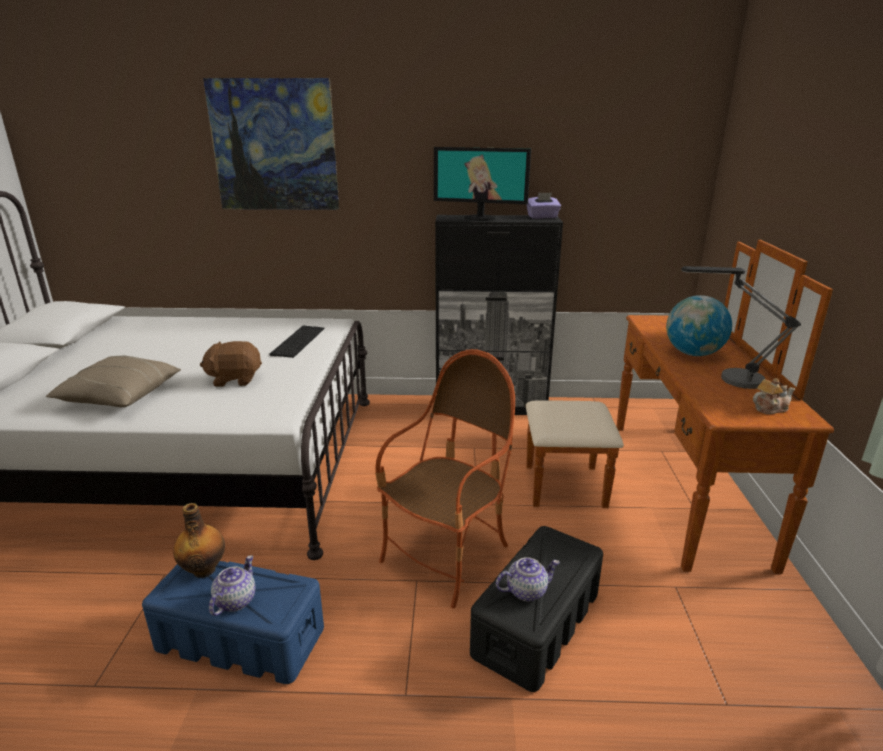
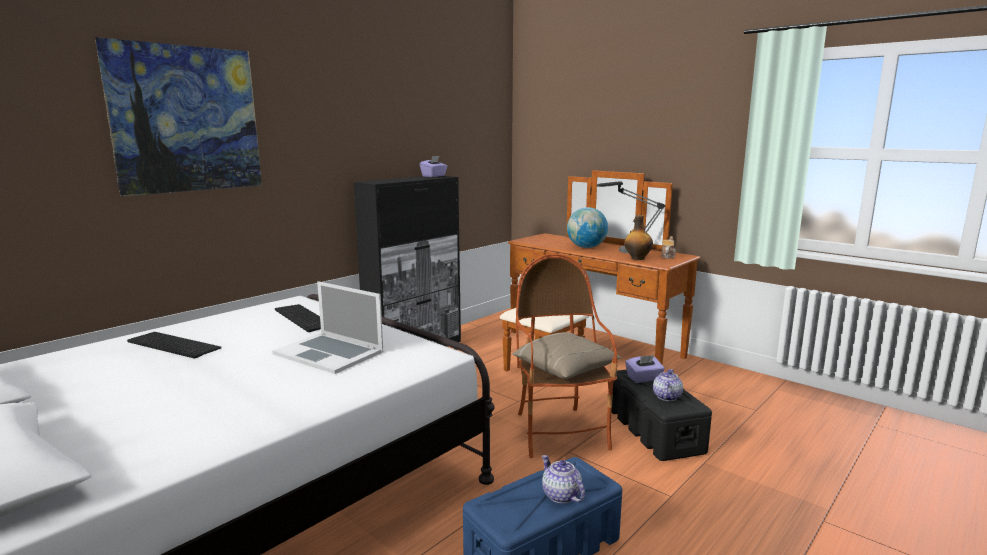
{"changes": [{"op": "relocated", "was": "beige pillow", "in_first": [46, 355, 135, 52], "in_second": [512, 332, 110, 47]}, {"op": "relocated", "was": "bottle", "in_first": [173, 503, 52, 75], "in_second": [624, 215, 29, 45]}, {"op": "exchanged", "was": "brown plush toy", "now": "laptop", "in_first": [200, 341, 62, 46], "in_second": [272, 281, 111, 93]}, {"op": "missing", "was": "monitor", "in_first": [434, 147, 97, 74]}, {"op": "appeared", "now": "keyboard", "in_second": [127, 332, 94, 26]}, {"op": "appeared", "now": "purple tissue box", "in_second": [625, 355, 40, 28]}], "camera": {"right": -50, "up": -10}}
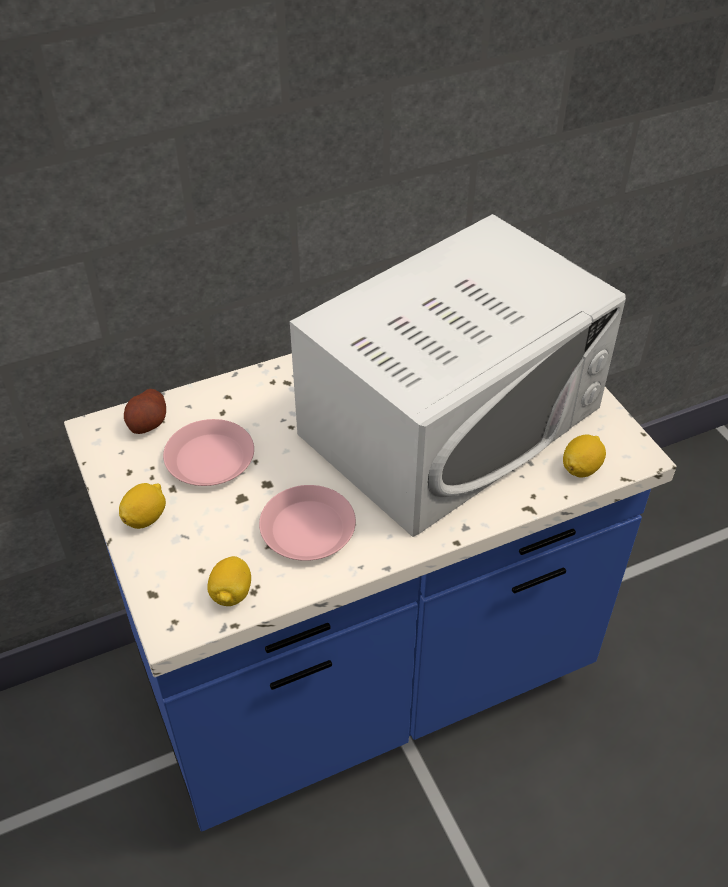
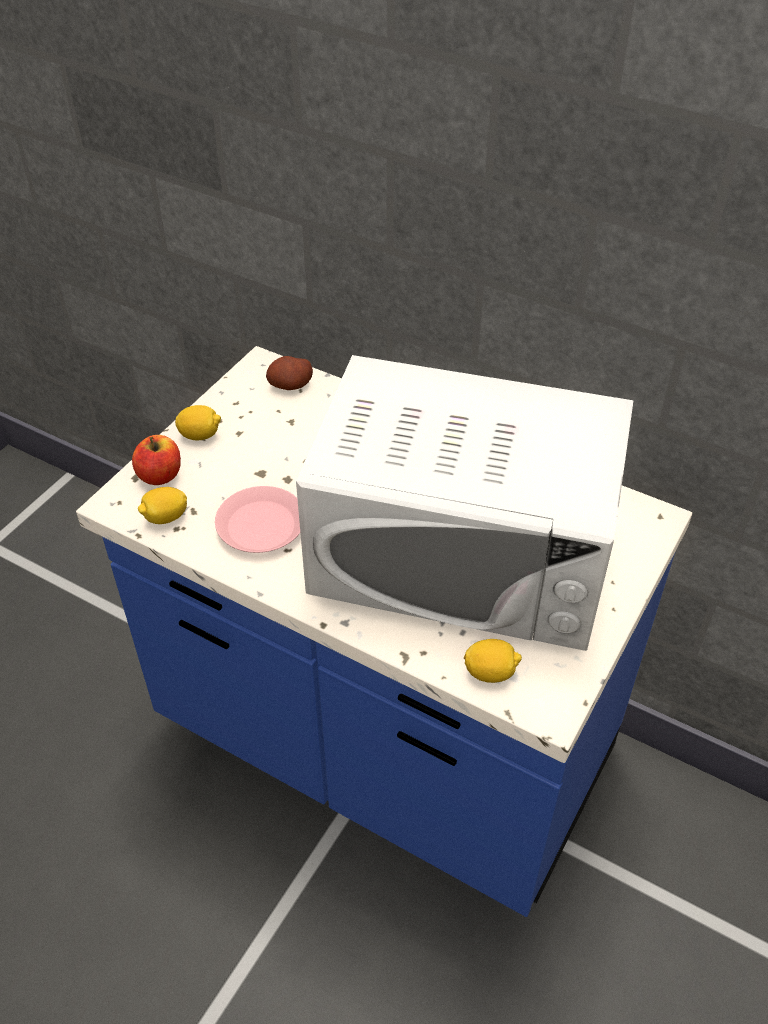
{"changes": [{"op": "missing", "was": "pink plate", "in_first": [163, 419, 91, 67]}, {"op": "appeared", "now": "apple", "in_second": [132, 435, 49, 50]}], "camera": {"right": 55, "up": 0}}
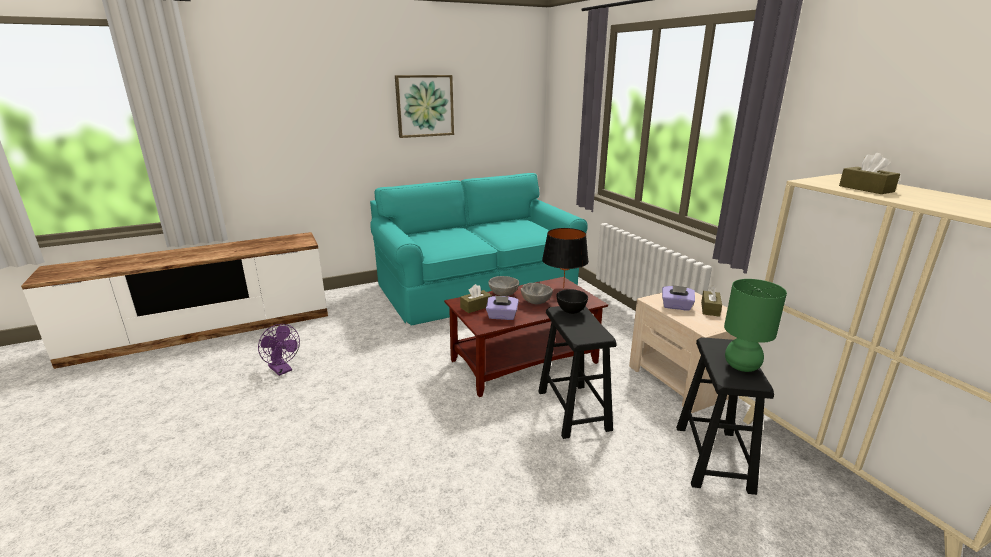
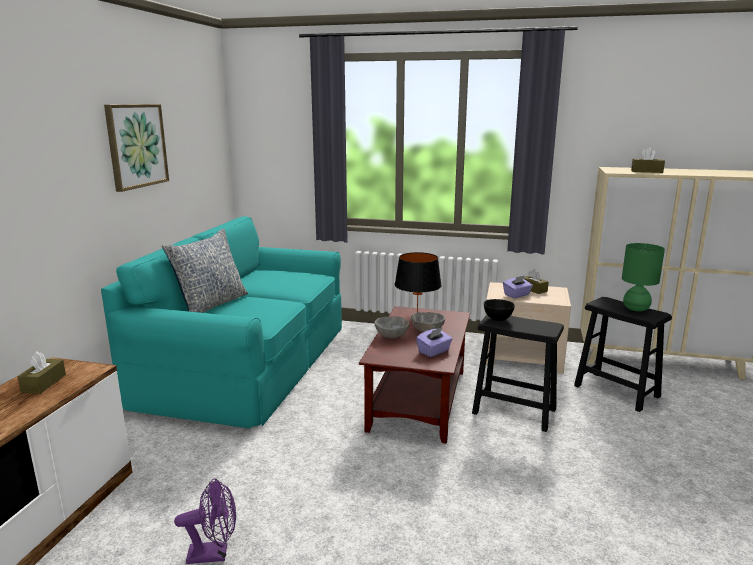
{"changes": [{"op": "relocated", "was": "brown tissue box", "in_first": [460, 284, 32, 29], "in_second": [17, 352, 49, 41]}, {"op": "appeared", "now": "pillow", "in_second": [162, 229, 86, 84]}], "camera": {"right": -50, "up": -5}}
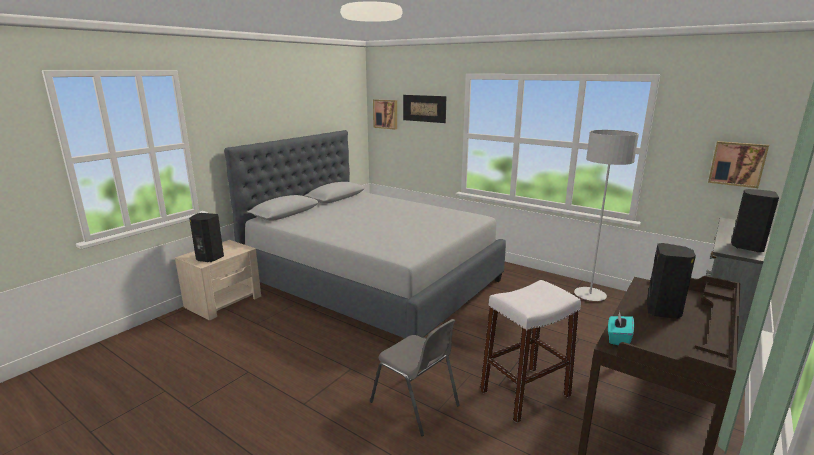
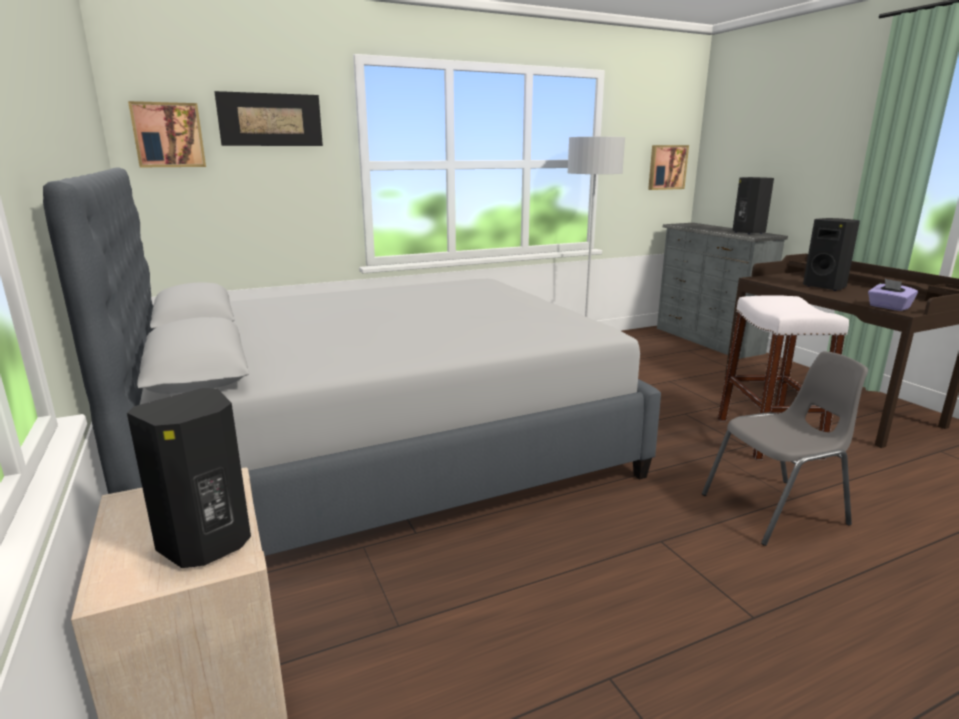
{"changes": [{"op": "colour", "was": "turquoise tissue box", "now": "purple tissue box", "in_first": [608, 311, 26, 34], "in_second": [868, 279, 50, 32]}], "camera": {"right": -60, "up": 0}}
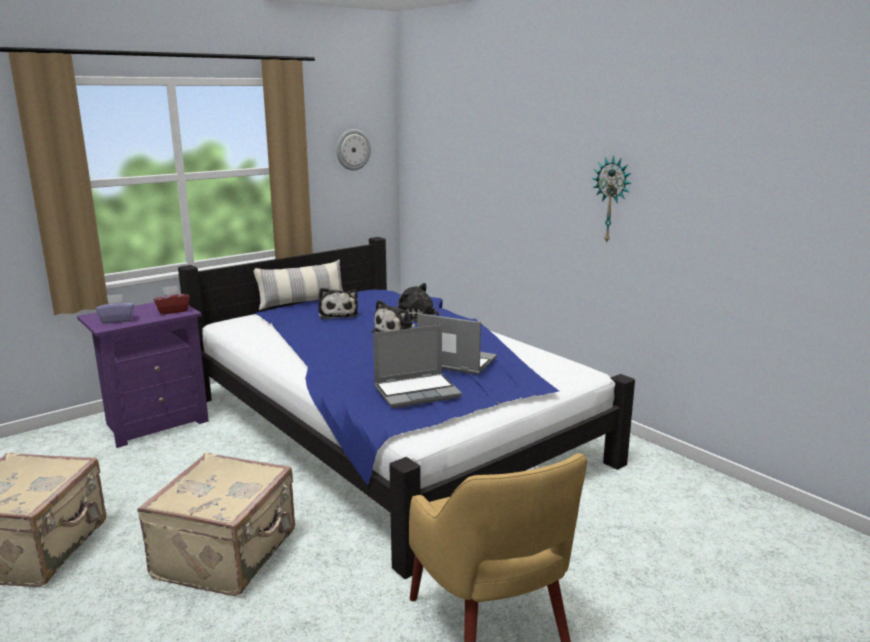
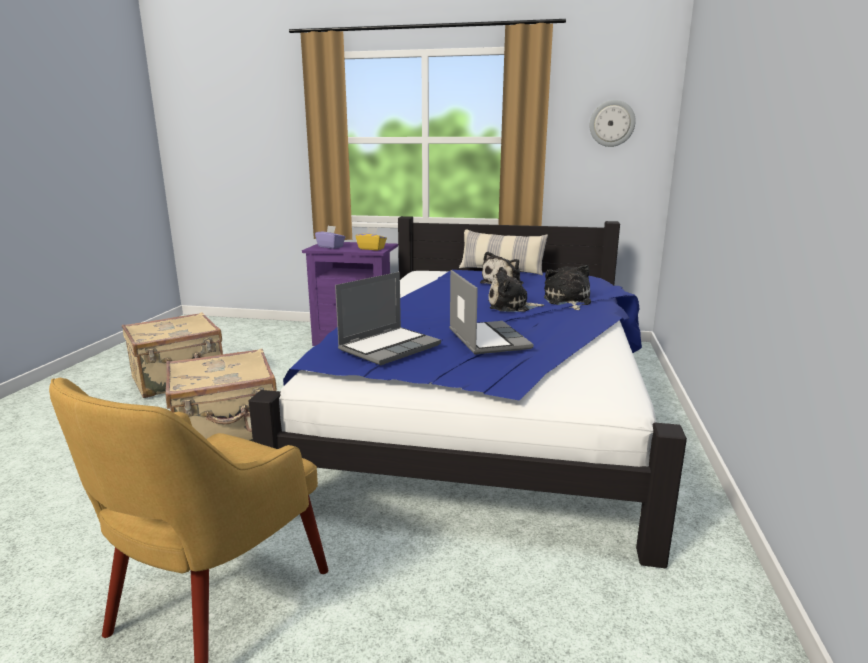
{"changes": [{"op": "colour", "was": "red tissue box", "now": "yellow tissue box", "in_first": [154, 286, 36, 29], "in_second": [356, 227, 31, 23]}, {"op": "spun", "was": "laptop", "in_first": [373, 325, 89, 83], "in_second": [335, 272, 106, 93], "clockwise": -75}, {"op": "missing", "was": "wall clock", "in_first": [592, 155, 39, 89]}], "camera": {"right": 50, "up": 0}}
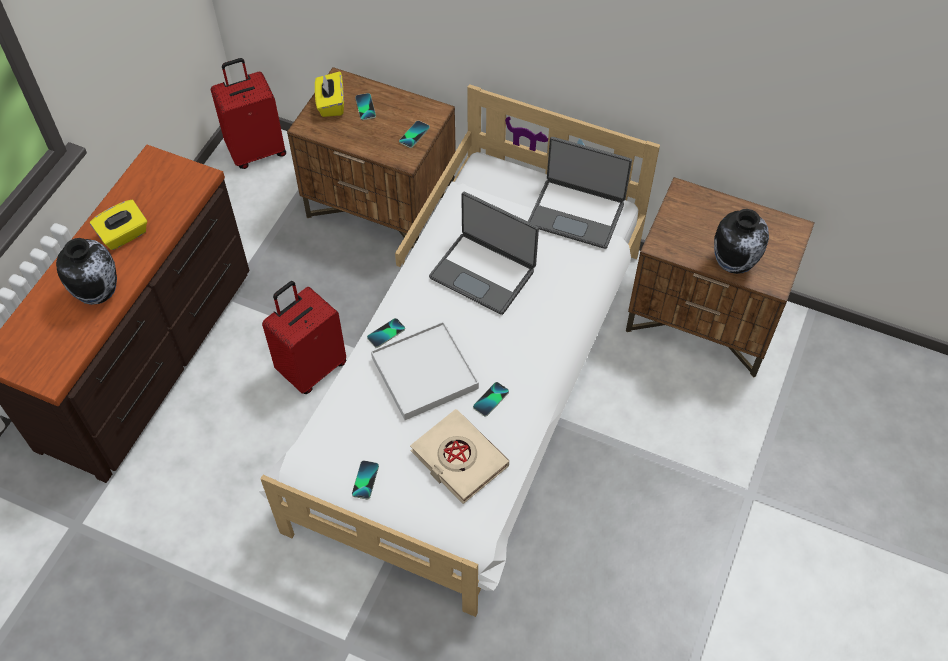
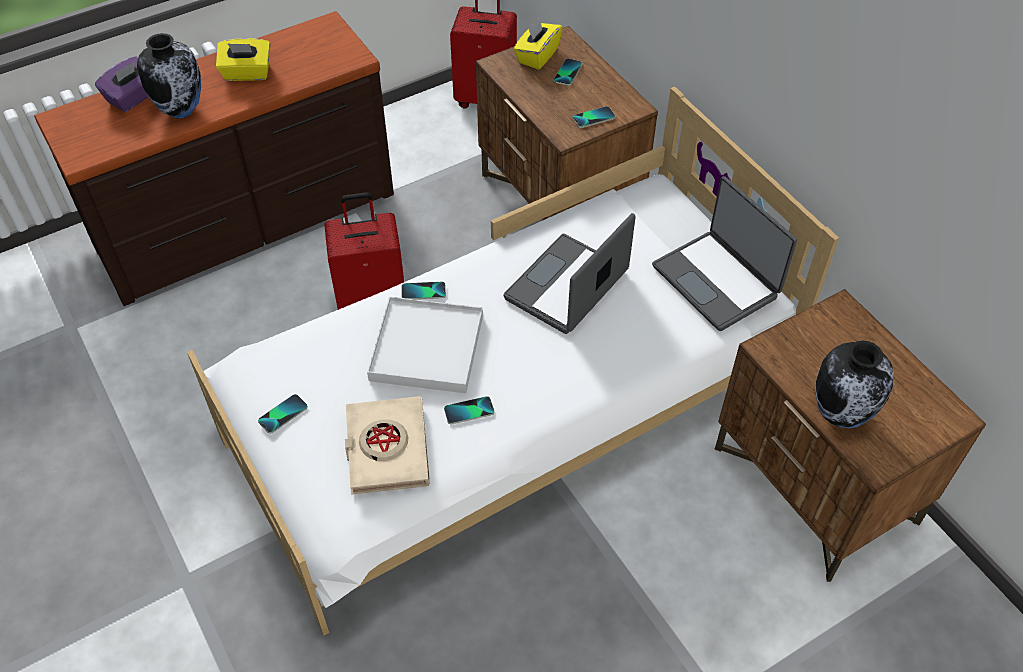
{"changes": [{"op": "spun", "was": "laptop", "in_first": [429, 192, 110, 123], "in_second": [503, 213, 133, 121], "clockwise": 60}, {"op": "appeared", "now": "purple tissue box", "in_second": [95, 57, 53, 55]}], "camera": {"right": 35, "up": -5}}
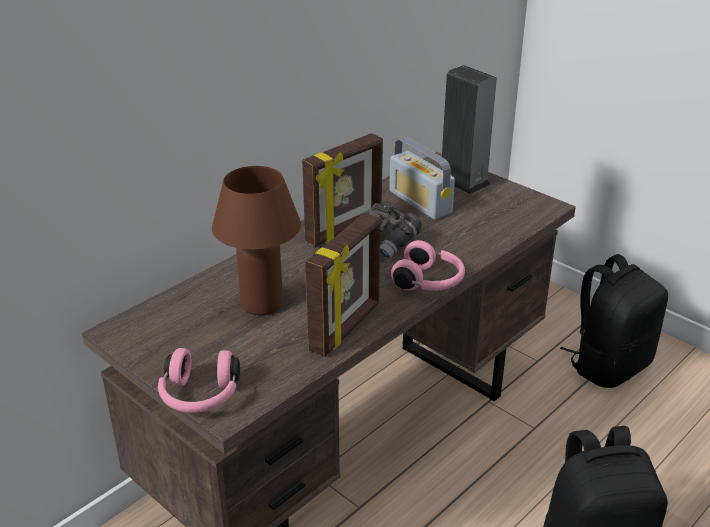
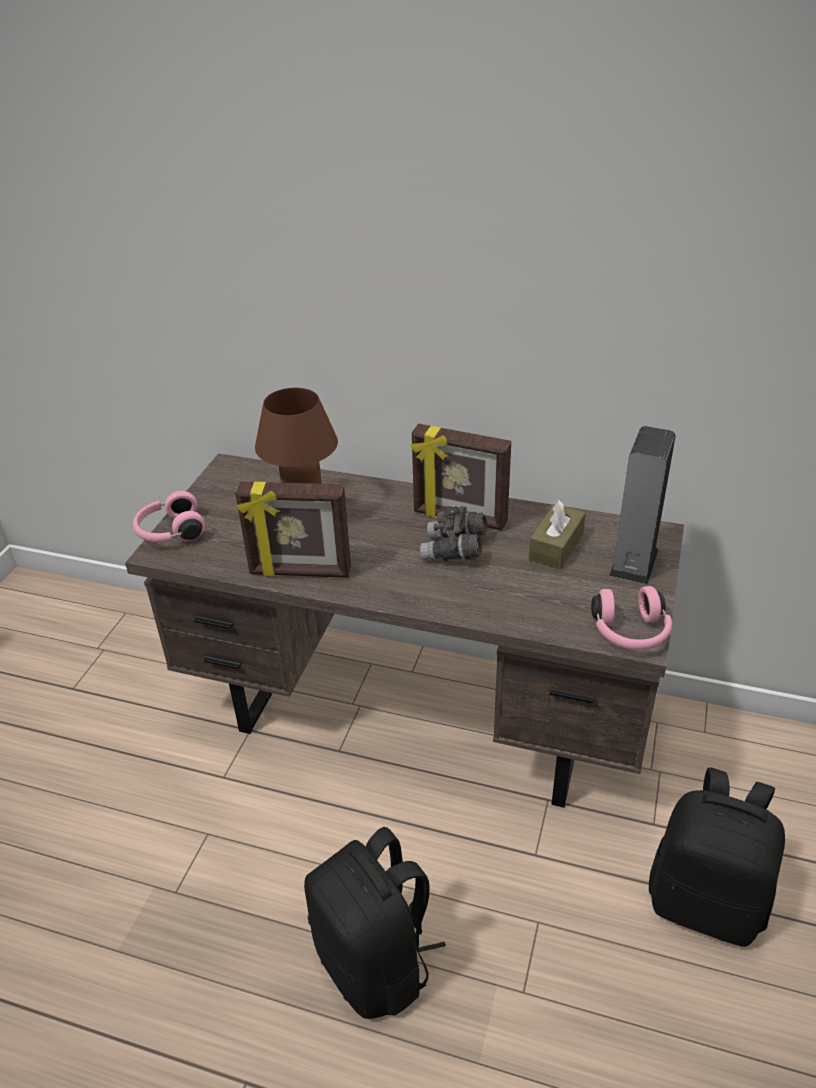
{"changes": [{"op": "exchanged", "was": "radio", "now": "brown tissue box", "in_first": [389, 137, 66, 83], "in_second": [529, 500, 57, 70]}, {"op": "relocated", "was": "pink headphones", "in_first": [391, 240, 74, 51], "in_second": [591, 586, 81, 64]}], "camera": {"right": 65, "up": 5}}
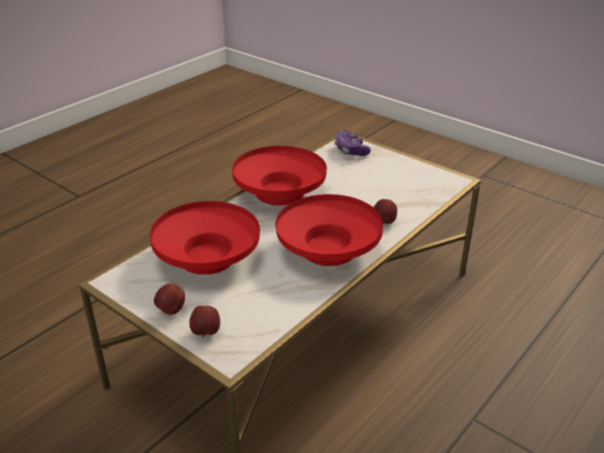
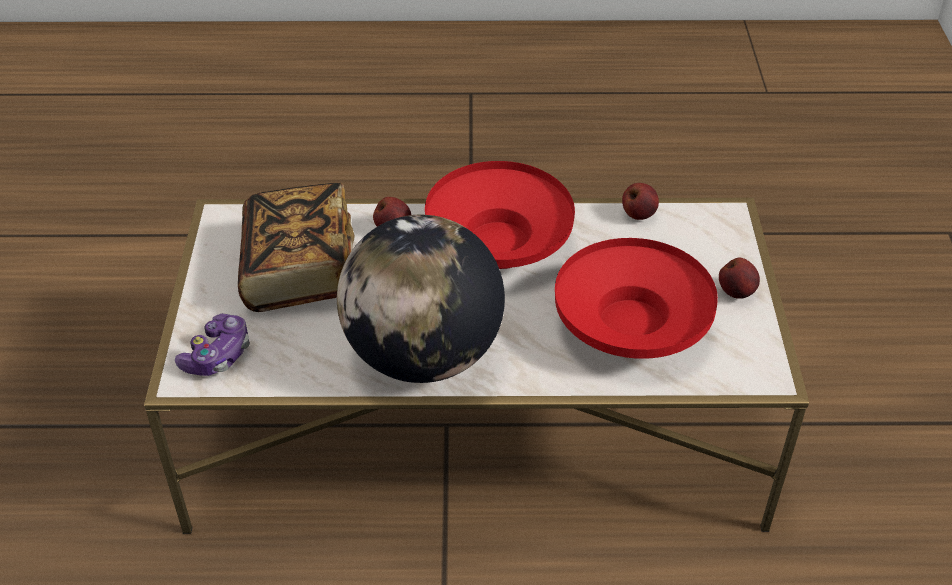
{"changes": [{"op": "relocated", "was": "apple", "in_first": [189, 306, 31, 31], "in_second": [622, 183, 37, 37]}, {"op": "exchanged", "was": "red bowl", "now": "globe", "in_first": [232, 146, 95, 60], "in_second": [337, 215, 168, 168]}, {"op": "appeared", "now": "book", "in_second": [238, 183, 117, 129]}], "camera": {"right": -130, "up": 10}}
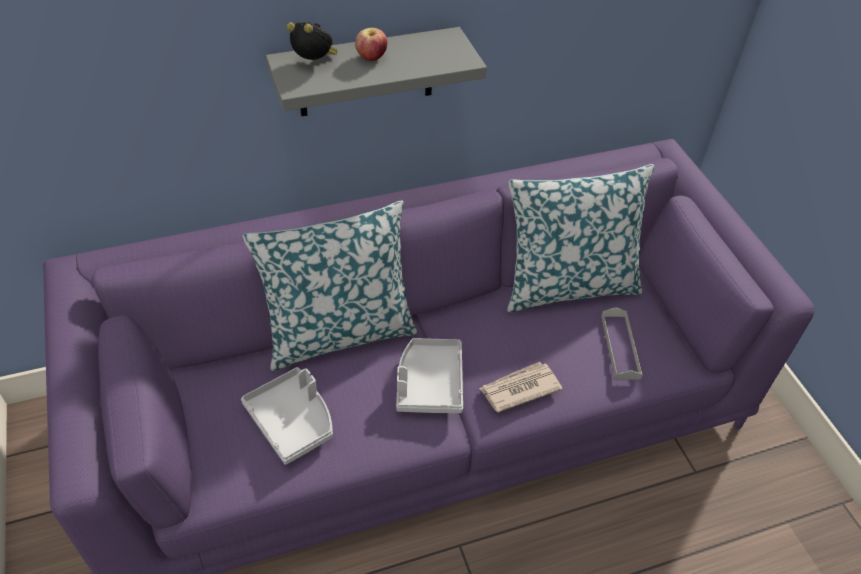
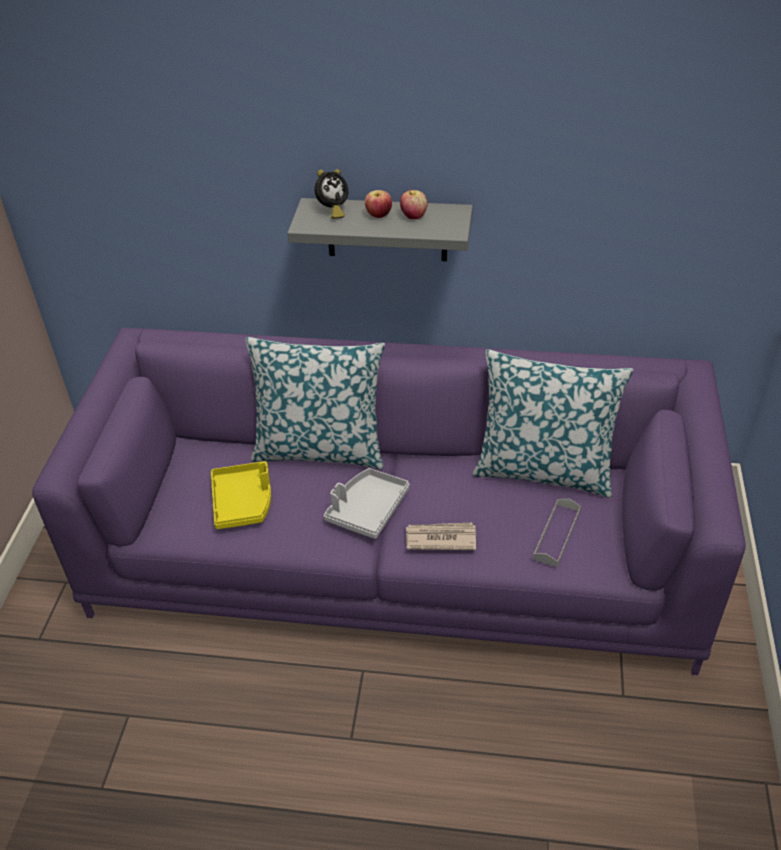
{"changes": [{"op": "colour", "was": "grey tray", "now": "yellow tray", "in_first": [241, 367, 92, 98], "in_second": [211, 461, 60, 68]}, {"op": "spun", "was": "alarm clock", "in_first": [287, 22, 51, 38], "in_second": [314, 169, 34, 50], "clockwise": 90}, {"op": "appeared", "now": "apple", "in_second": [400, 189, 28, 30]}], "camera": {"right": 30, "up": -5}}
